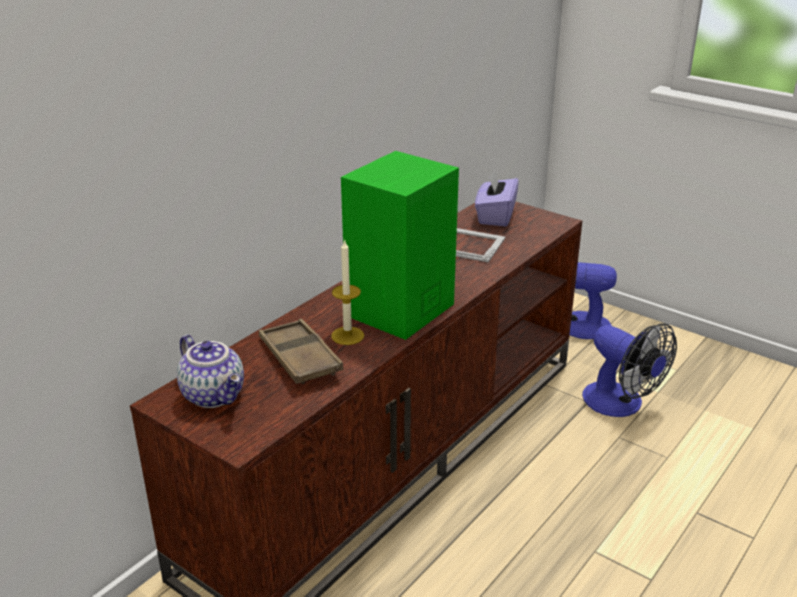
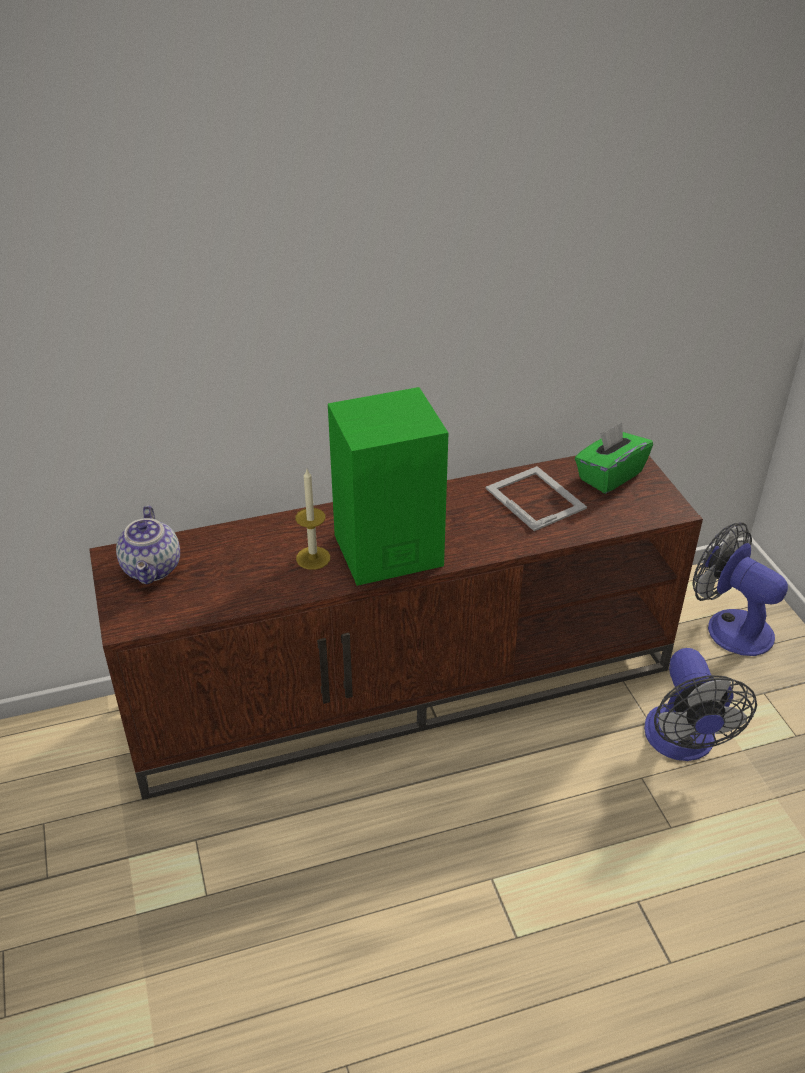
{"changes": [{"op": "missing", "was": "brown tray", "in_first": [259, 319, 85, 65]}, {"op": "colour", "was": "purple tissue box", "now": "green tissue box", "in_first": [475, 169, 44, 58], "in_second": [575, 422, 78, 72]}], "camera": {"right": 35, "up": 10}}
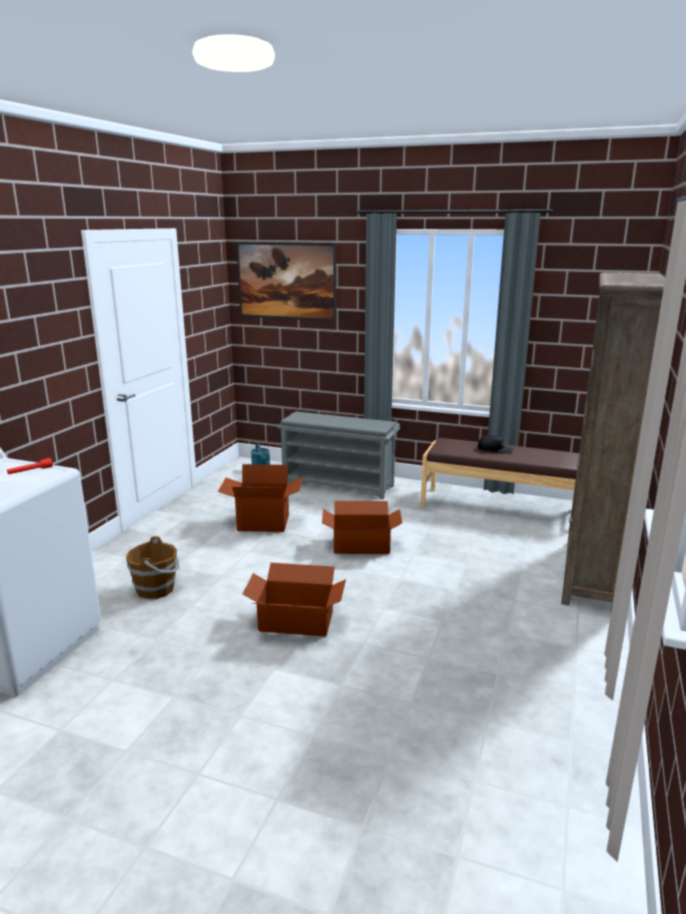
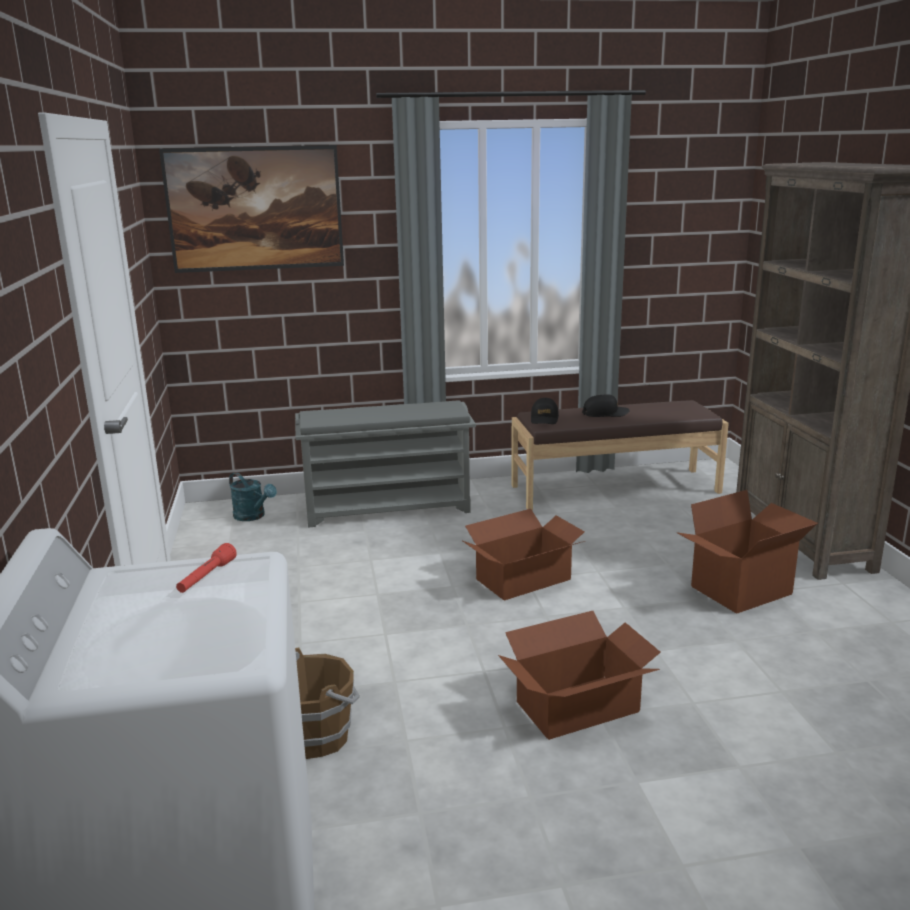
{"changes": [{"op": "relocated", "was": "cardboard box", "in_first": [218, 464, 85, 68], "in_second": [676, 490, 142, 124]}, {"op": "appeared", "now": "black cap", "in_second": [531, 398, 28, 26]}], "camera": {"right": -30, "up": 0}}
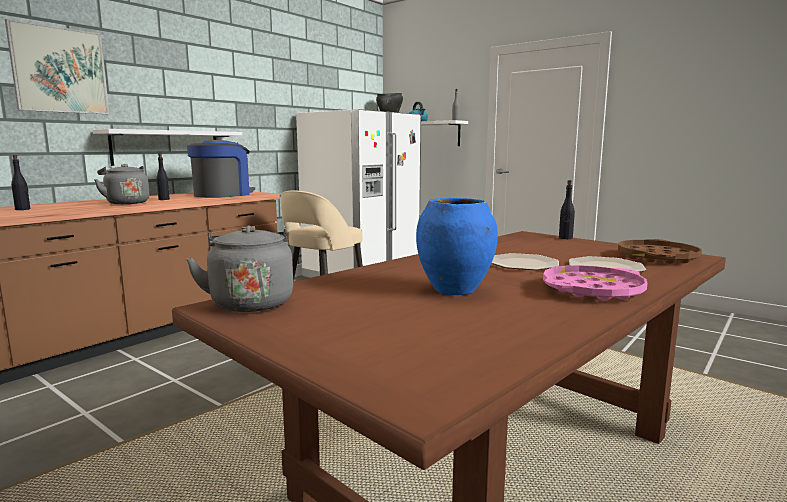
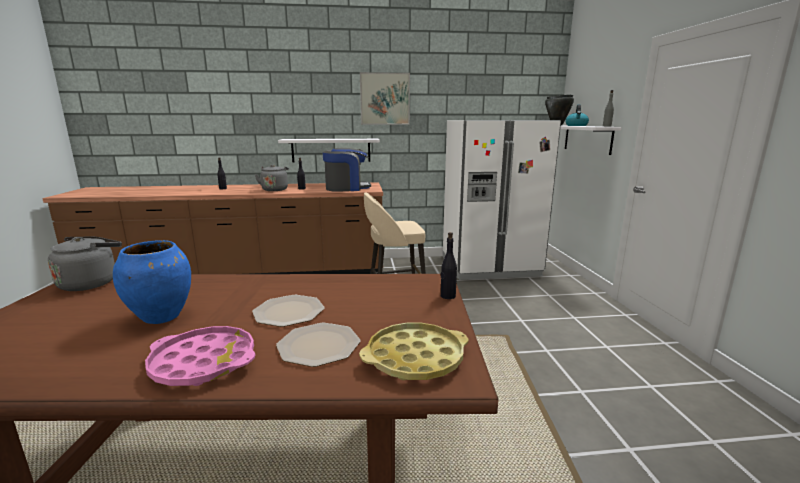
{"changes": [{"op": "relocated", "was": "picture", "in_first": [5, 19, 104, 95], "in_second": [360, 72, 50, 53]}, {"op": "colour", "was": "brown tray", "now": "yellow tray", "in_first": [618, 239, 84, 25], "in_second": [359, 323, 109, 57]}], "camera": {"right": 45, "up": 5}}
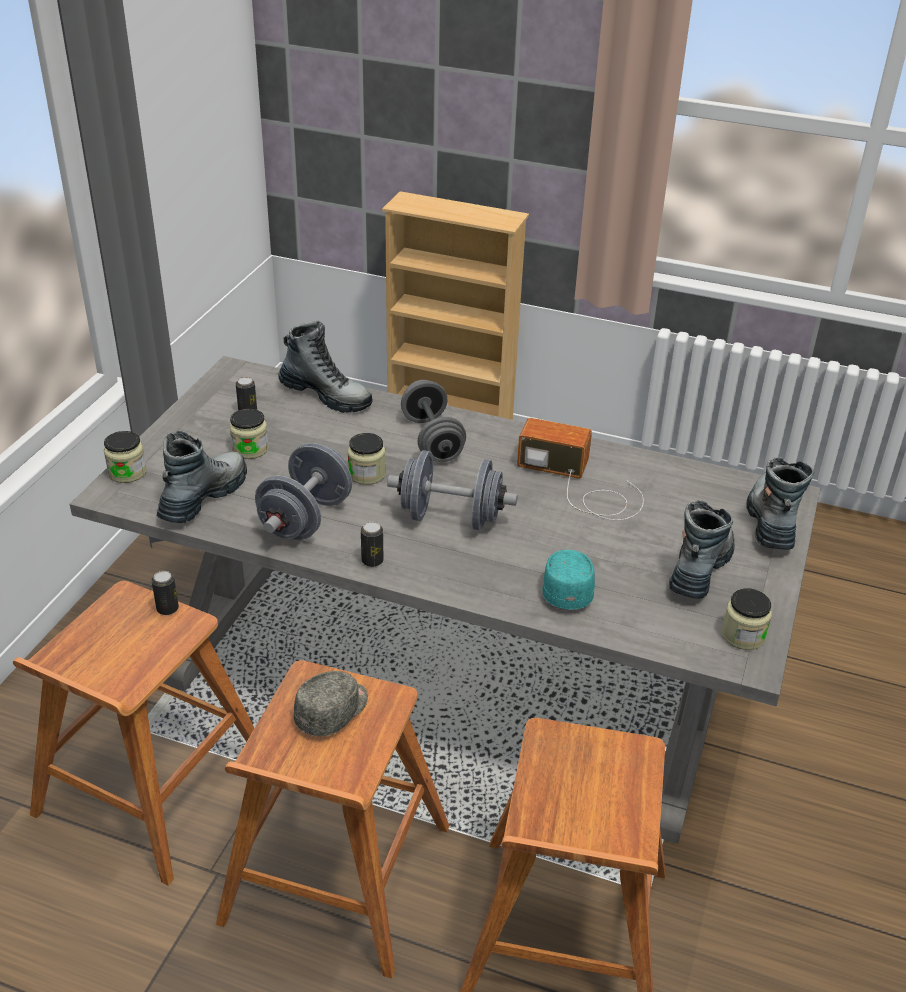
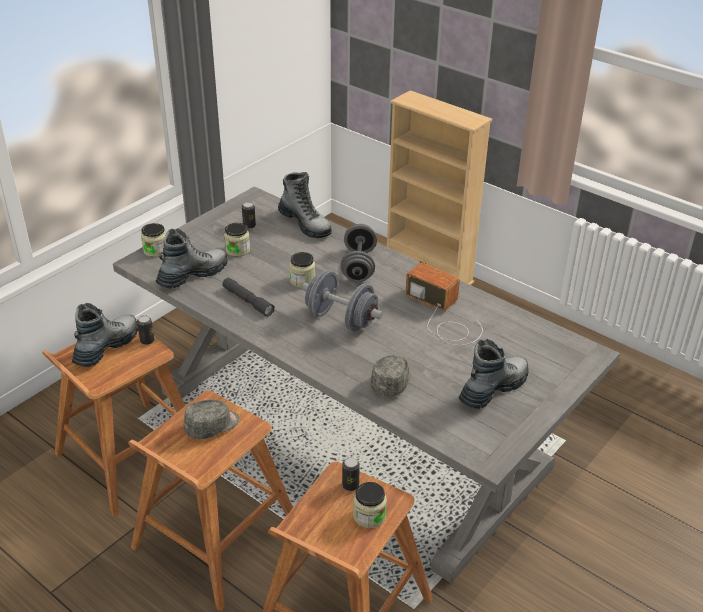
{"changes": [{"op": "exchanged", "was": "grey dumbbell", "now": "grey flashlight", "in_first": [255, 443, 97, 97], "in_second": [222, 278, 53, 39]}, {"op": "relocated", "was": "can", "in_first": [361, 522, 23, 45], "in_second": [342, 457, 18, 34]}, {"op": "colour", "was": "turquoise cap", "now": "grey cap", "in_first": [542, 550, 53, 59], "in_second": [370, 355, 41, 41]}, {"op": "relocated", "was": "jar", "in_first": [722, 588, 50, 62], "in_second": [353, 482, 34, 46]}, {"op": "relocated", "was": "boot", "in_first": [746, 457, 68, 93], "in_second": [72, 303, 66, 64]}], "camera": {"right": 20, "up": 0}}
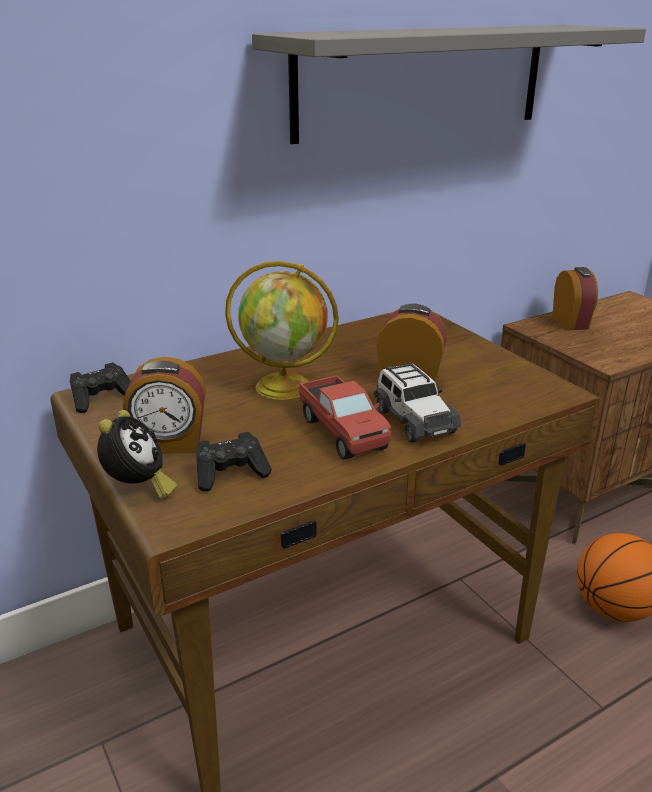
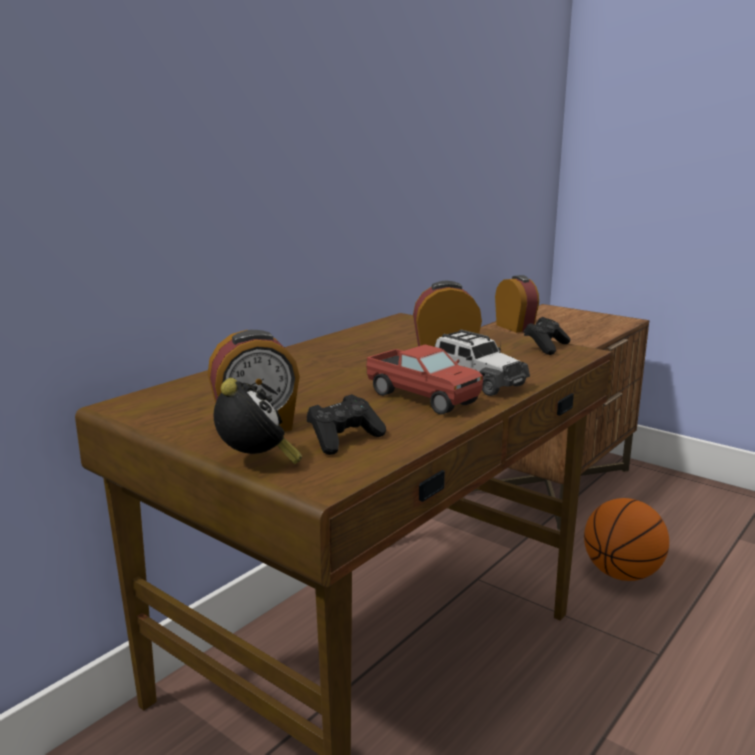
{"changes": [{"op": "relocated", "was": "black game controller", "in_first": [70, 362, 60, 51], "in_second": [524, 317, 47, 38]}, {"op": "missing", "was": "globe", "in_first": [225, 261, 114, 139]}, {"op": "missing", "was": "grey shelf", "in_first": [252, 25, 394, 119]}], "camera": {"right": -20, "up": -10}}
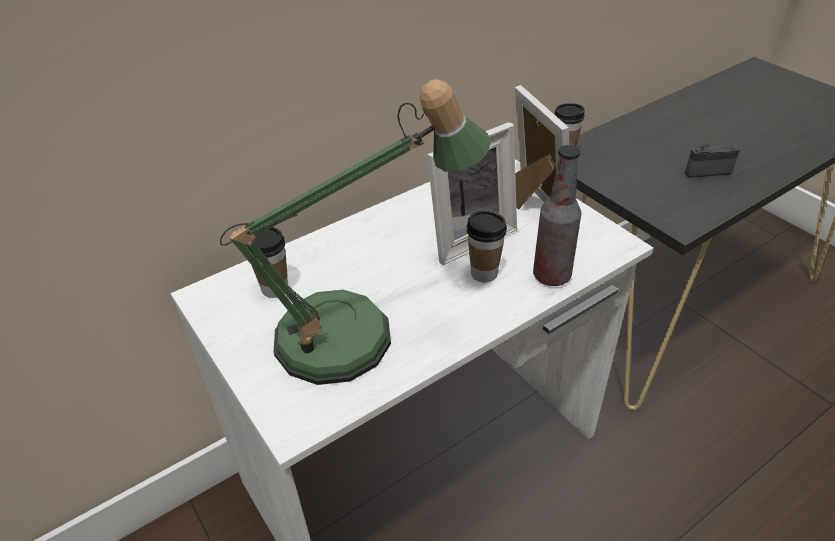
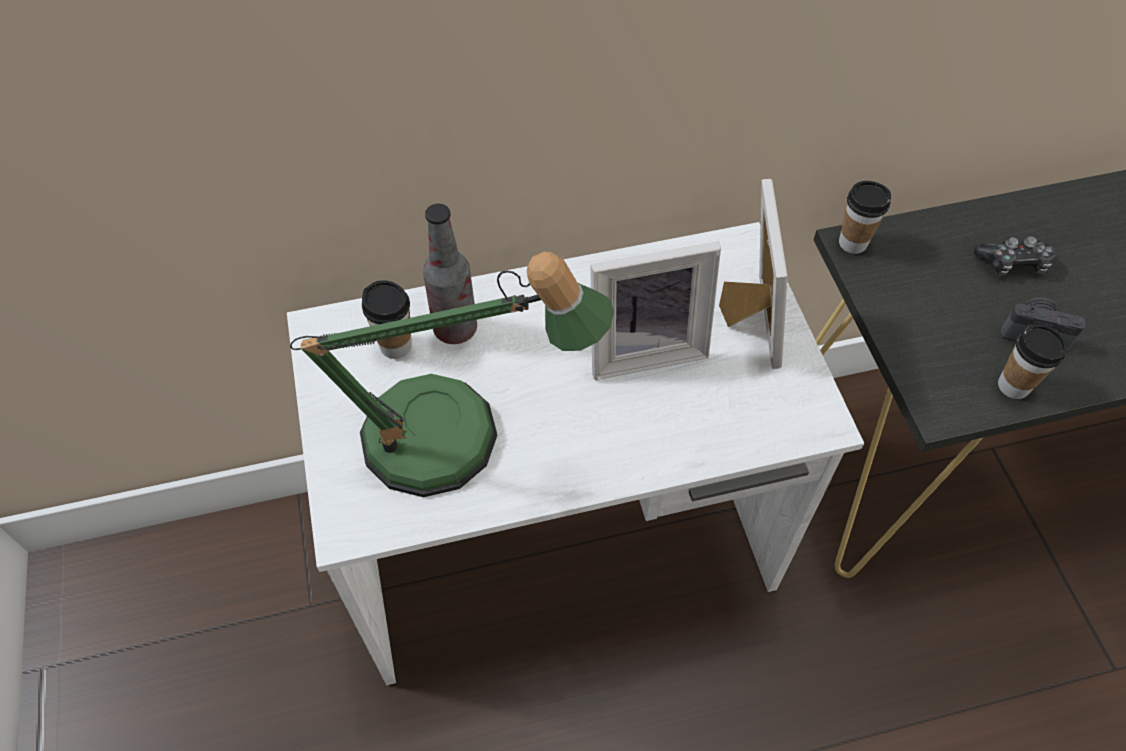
{"changes": [{"op": "relocated", "was": "cup", "in_first": [466, 211, 41, 71], "in_second": [998, 324, 70, 75]}, {"op": "relocated", "was": "bottle", "in_first": [533, 145, 48, 141], "in_second": [423, 204, 54, 140]}, {"op": "appeared", "now": "game controller", "in_second": [974, 236, 81, 40]}], "camera": {"right": 20, "up": 15}}
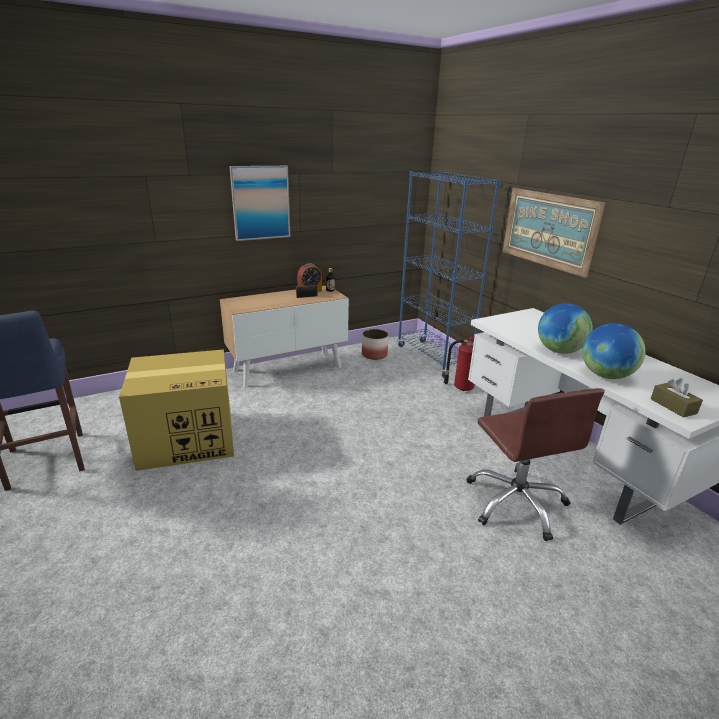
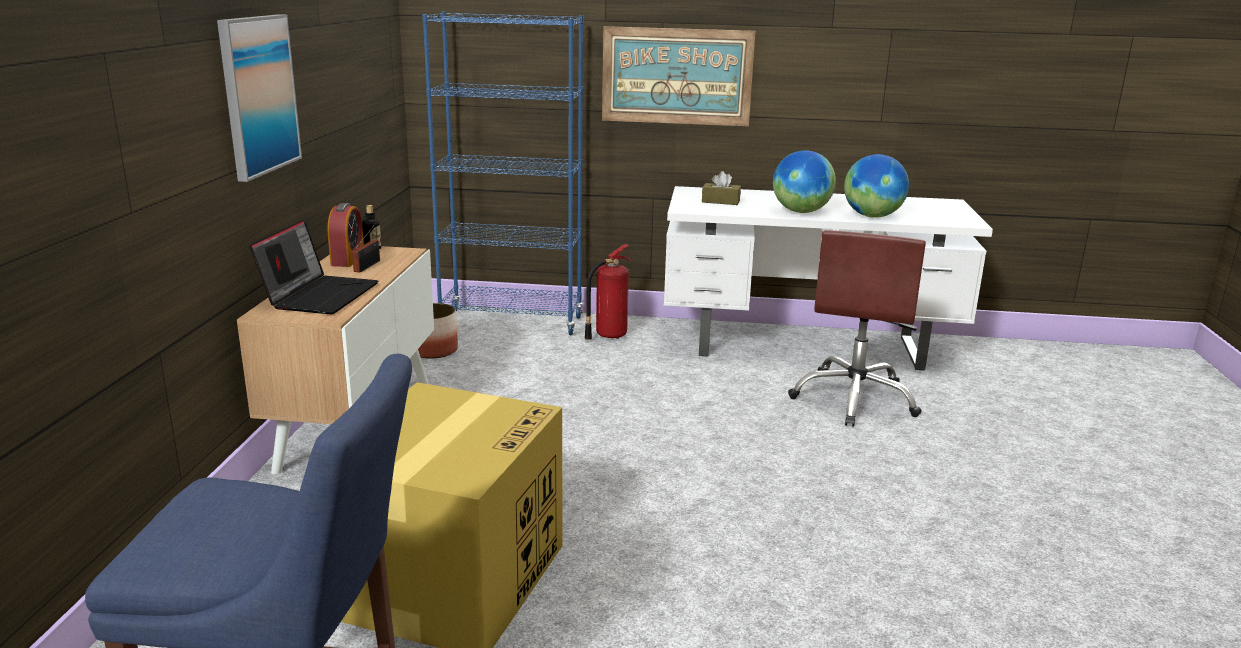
{"changes": [{"op": "spun", "was": "brown office chair", "in_first": [467, 388, 138, 153], "in_second": [788, 230, 138, 197], "clockwise": 90}, {"op": "relocated", "was": "brown tissue box", "in_first": [651, 378, 52, 40], "in_second": [702, 171, 39, 34]}, {"op": "appeared", "now": "laptop", "in_second": [249, 219, 129, 95]}], "camera": {"right": -55, "up": -5}}
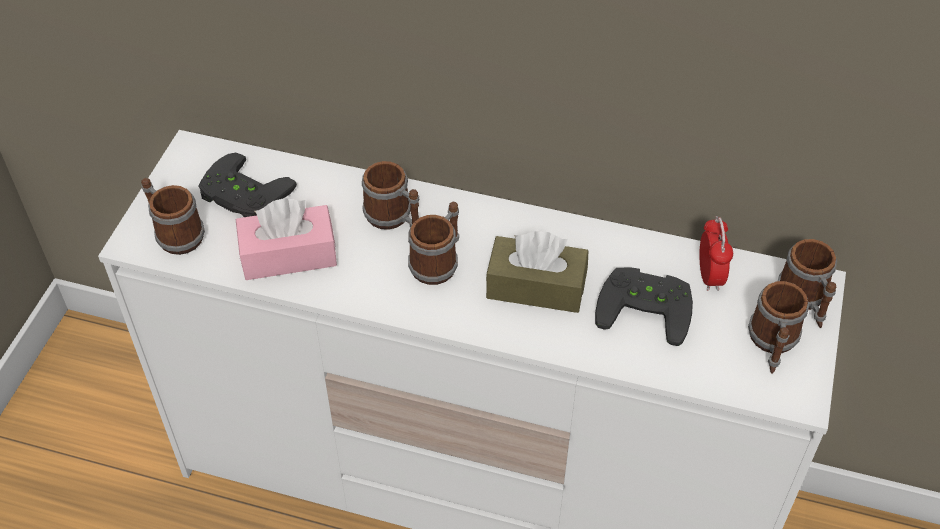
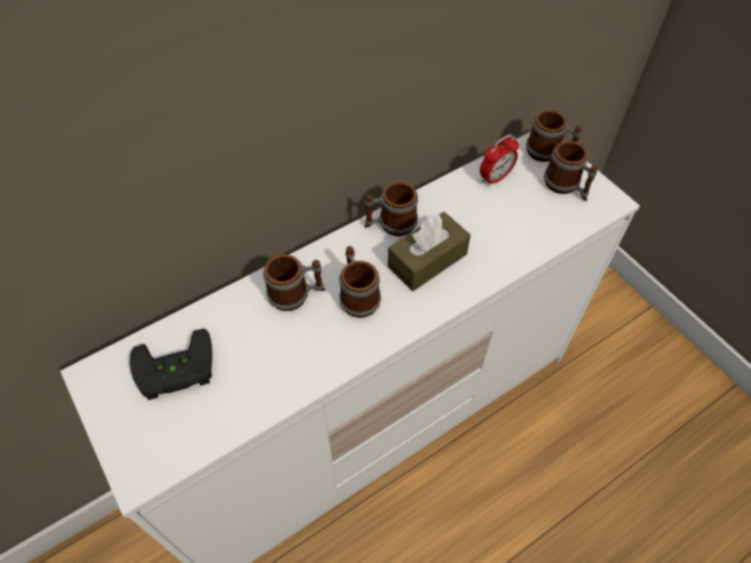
{"changes": [{"op": "relocated", "was": "mug", "in_first": [141, 178, 64, 77], "in_second": [364, 182, 54, 54]}, {"op": "missing", "was": "pink tissue box", "in_first": [236, 198, 101, 82]}, {"op": "missing", "was": "black game controller", "in_first": [595, 267, 98, 79]}, {"op": "spun", "was": "alarm clock", "in_first": [699, 216, 34, 75], "in_second": [480, 134, 39, 53], "clockwise": 105}], "camera": {"right": -50, "up": 5}}
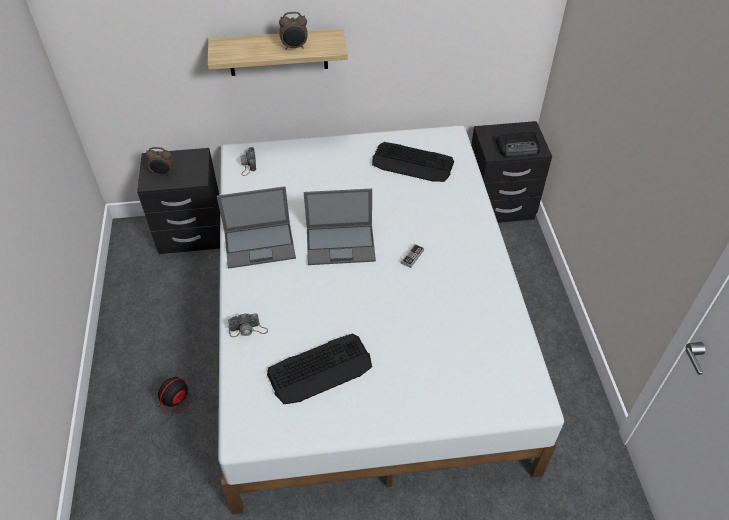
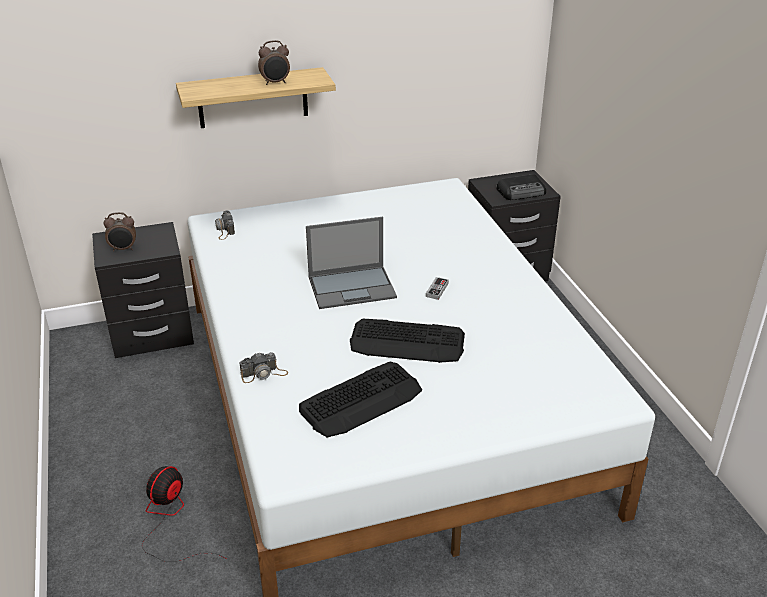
{"changes": [{"op": "missing", "was": "laptop", "in_first": [217, 186, 79, 83]}, {"op": "relocated", "was": "keyboard", "in_first": [372, 142, 82, 40], "in_second": [350, 319, 115, 44]}], "camera": {"right": -10, "up": -15}}
